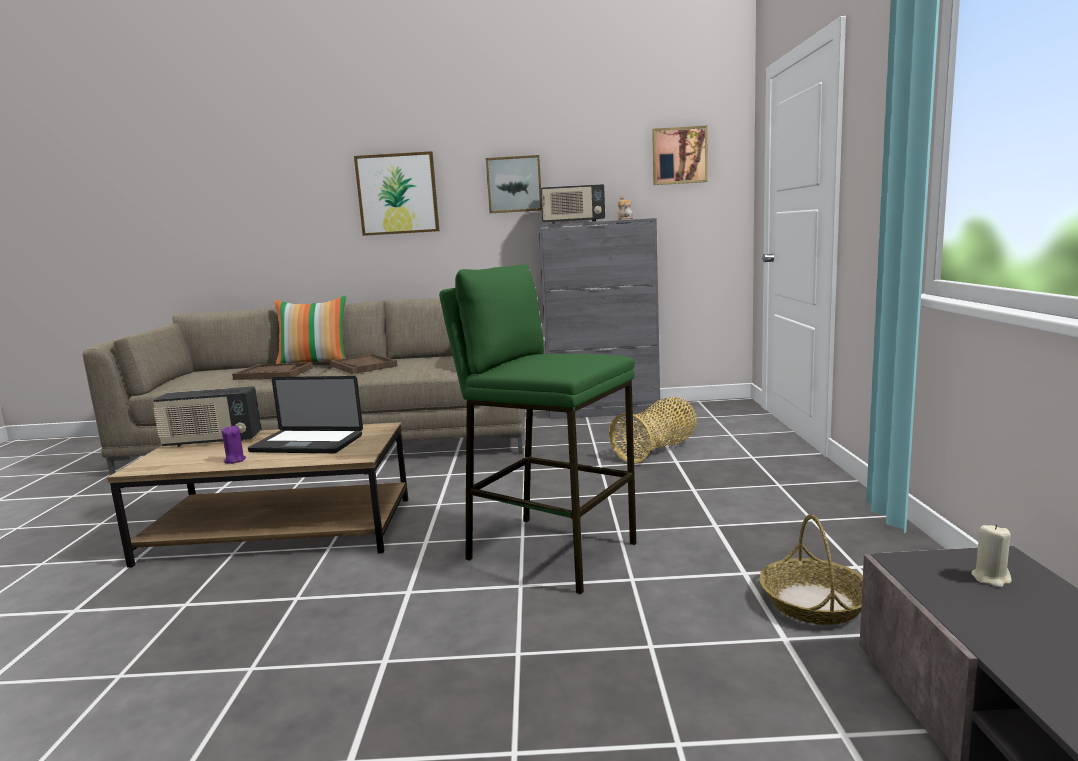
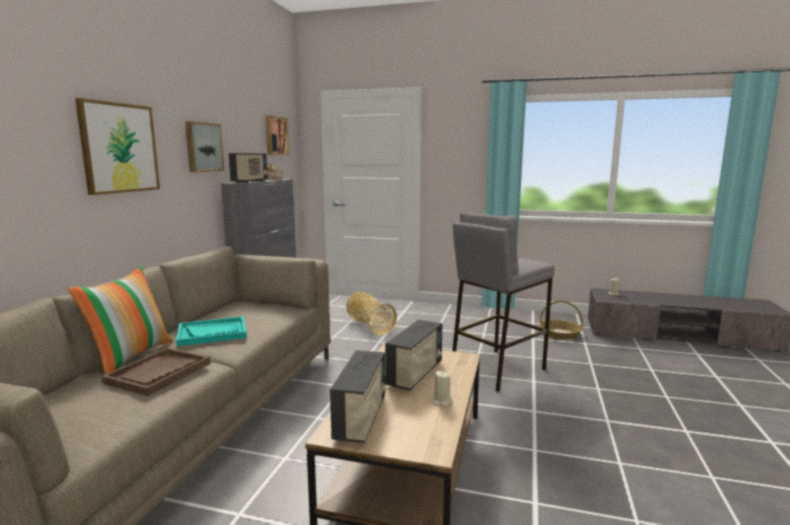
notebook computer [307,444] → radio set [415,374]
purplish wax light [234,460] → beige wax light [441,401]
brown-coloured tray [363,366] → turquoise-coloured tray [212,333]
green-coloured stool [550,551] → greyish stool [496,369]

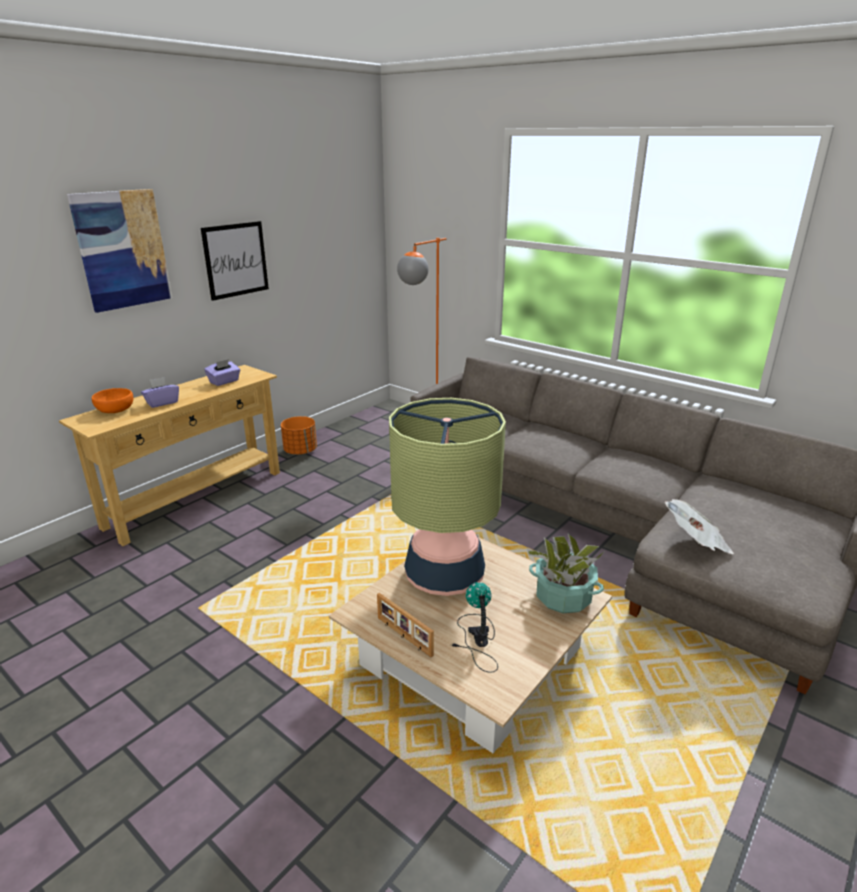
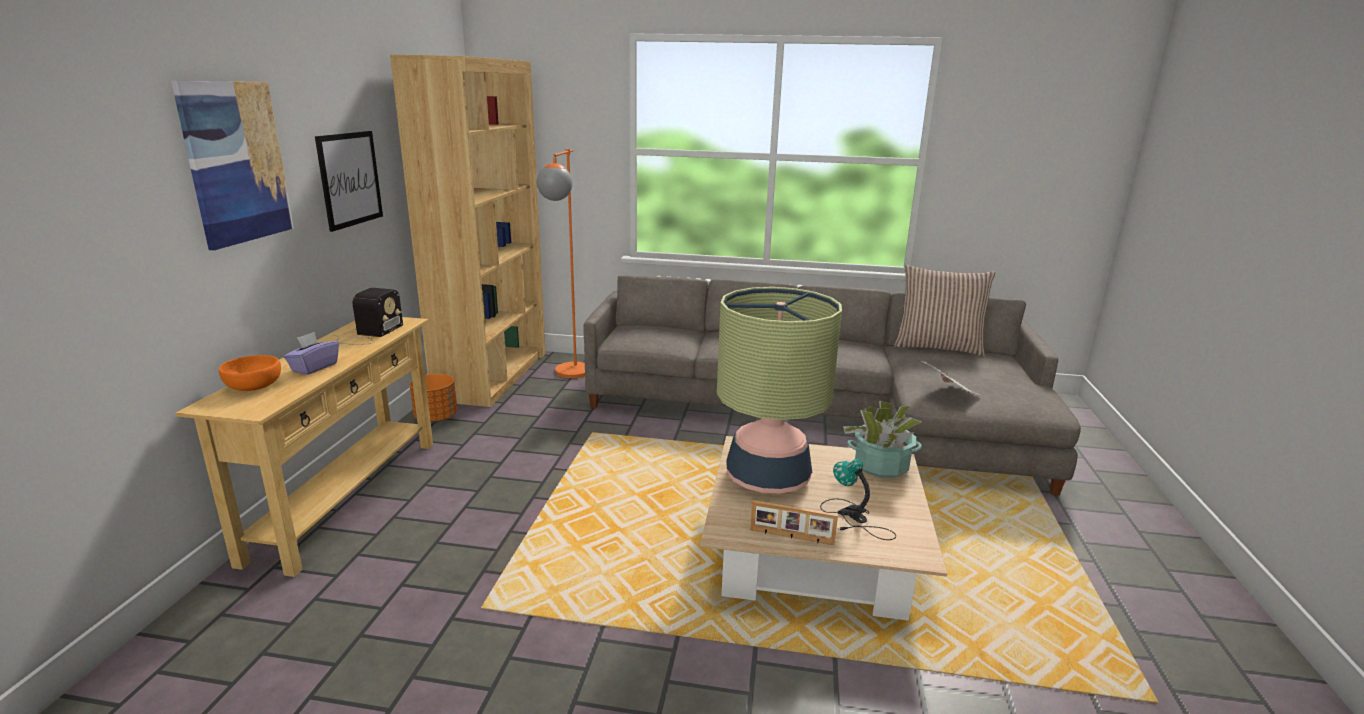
- → brown-coloured shelving unit [493,375]
- → cushion [938,347]
purplish box of tissues [224,382] → radio set [368,334]

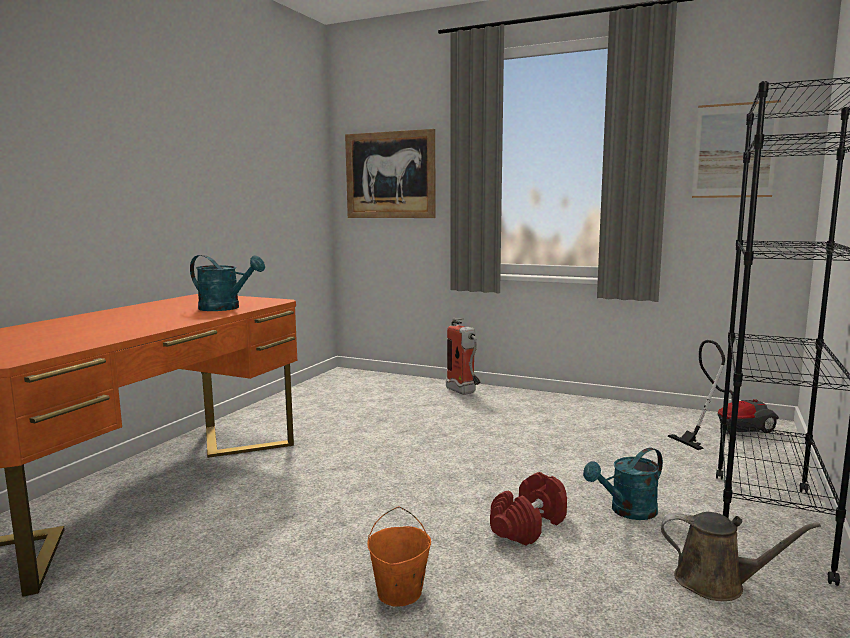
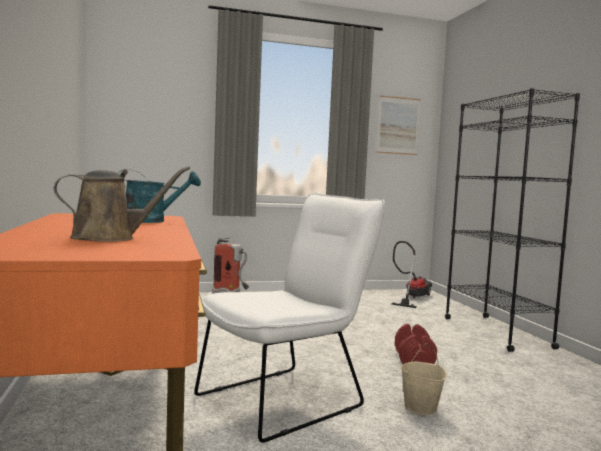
picture [390,175] → -
turquoise-coloured watering pot [627,511] → -
- → white-coloured upright chair [288,398]
brown-coloured watering pot [716,583] → brown-coloured watering pot [110,238], move
orange-coloured water bucket [399,593] → beige water bucket [421,408]

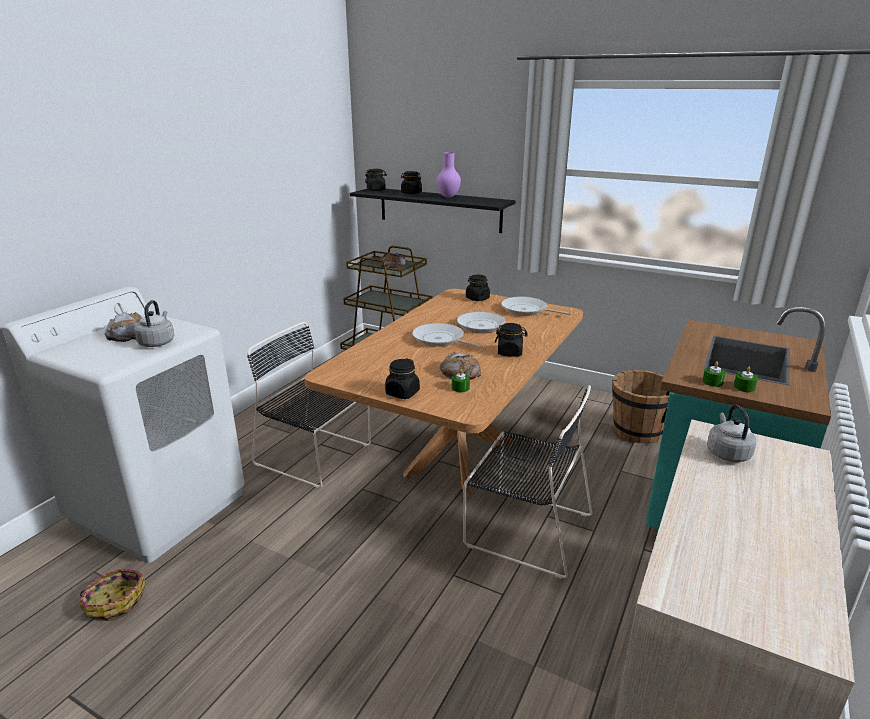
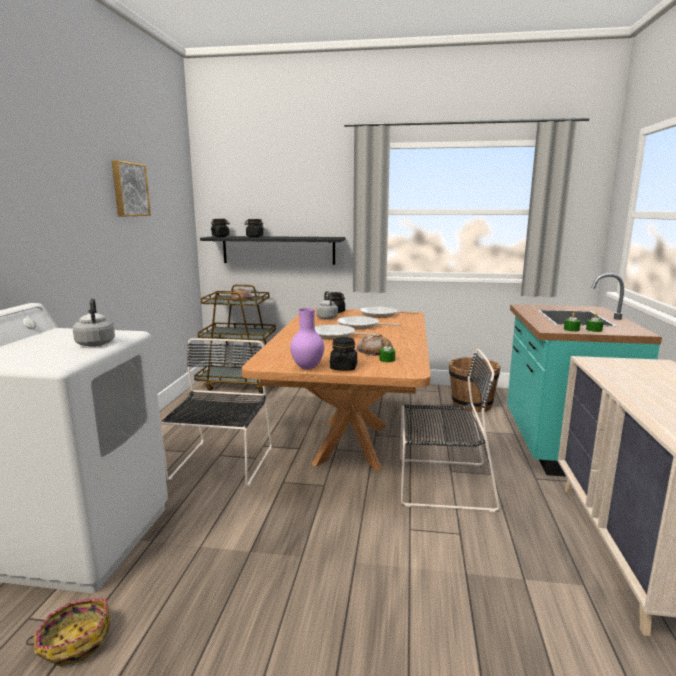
baked bread [128,334] → -
black preserve jar [510,352] → -
- → picture [129,189]
purplish decorative vase [449,197] → purplish decorative vase [308,367], move
greyish water kettle [727,453] → greyish water kettle [326,318], move
black upright chair [316,456] → black upright chair [221,465], 90 degrees clockwise

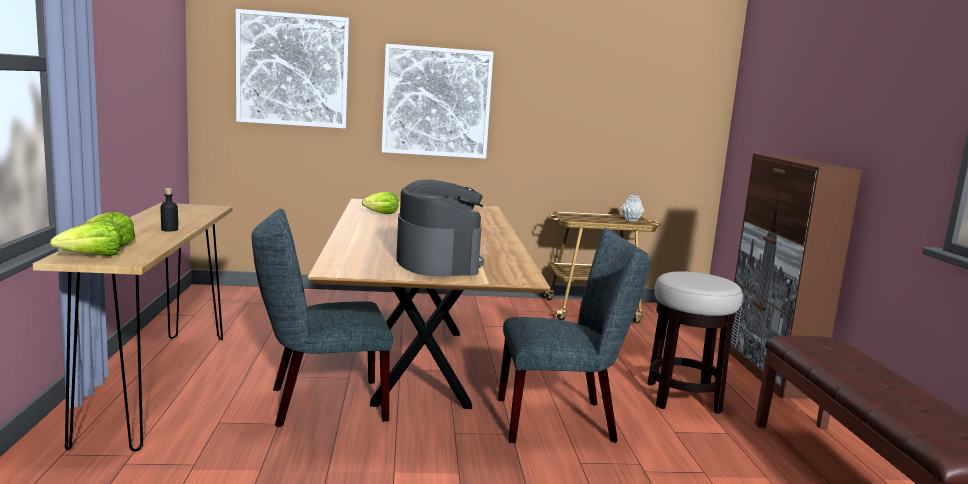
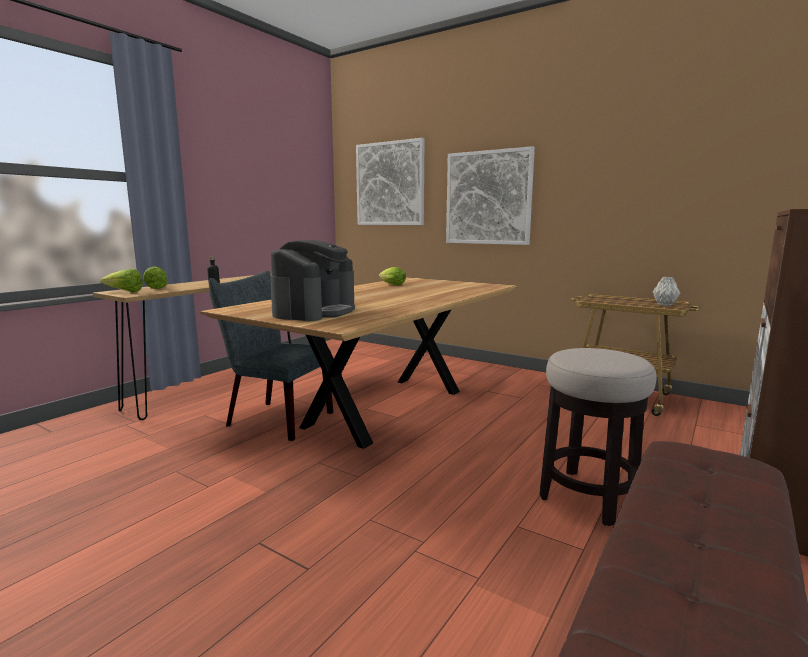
greyish upright chair [563,420] → -

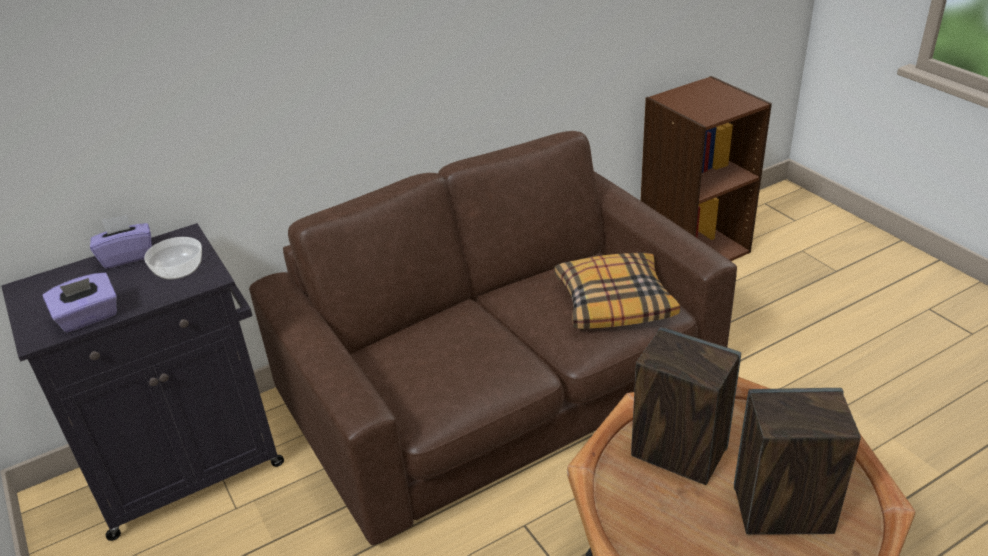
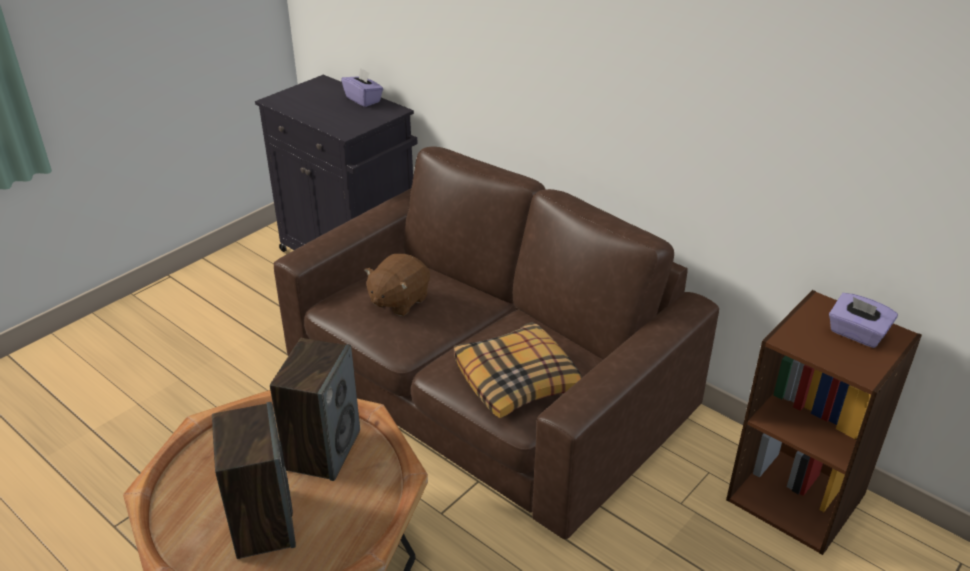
bowl [179,269] → -
- → brown-coloured cuddly toy [398,301]
purplish box of tissues [89,317] → purplish box of tissues [856,334], move

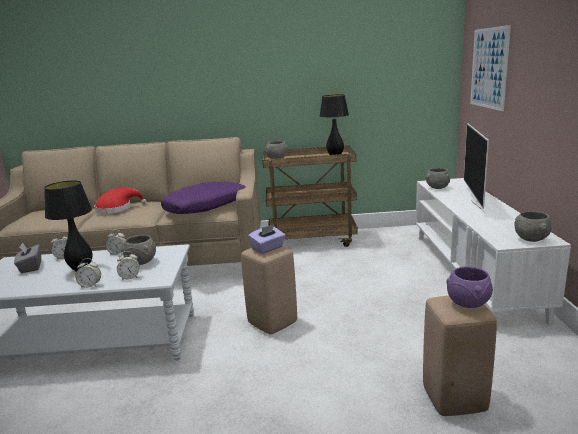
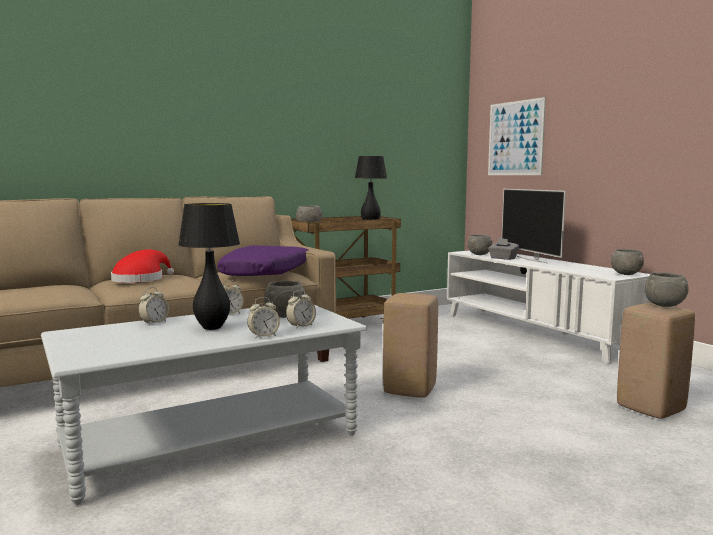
purplish box of tissues [268,248] → -
greyish box of tissues [30,267] → greyish box of tissues [502,258], move
purplish bowl [468,304] → greyish bowl [664,306]

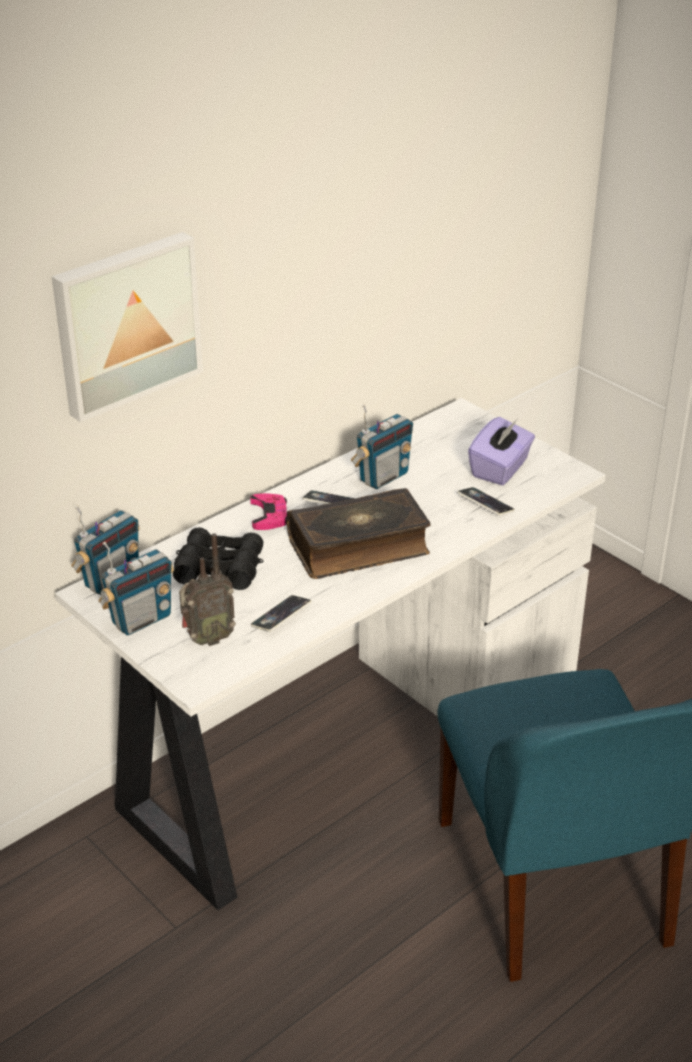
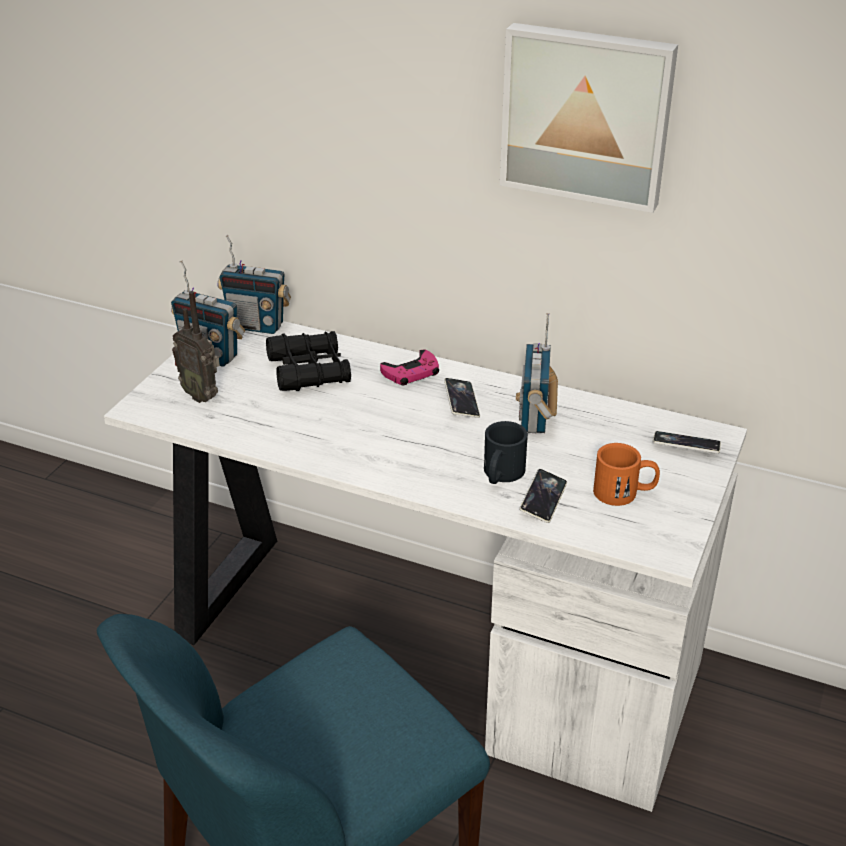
book [359,547] → -
- → black coffee mug [501,475]
picture [125,323] → picture [587,115], move
phone [281,617] → phone [686,446], move
purplish box of tissues [500,469] → orange-coloured coffee mug [624,492]
radio set [383,477] → radio set [535,418], 75 degrees clockwise

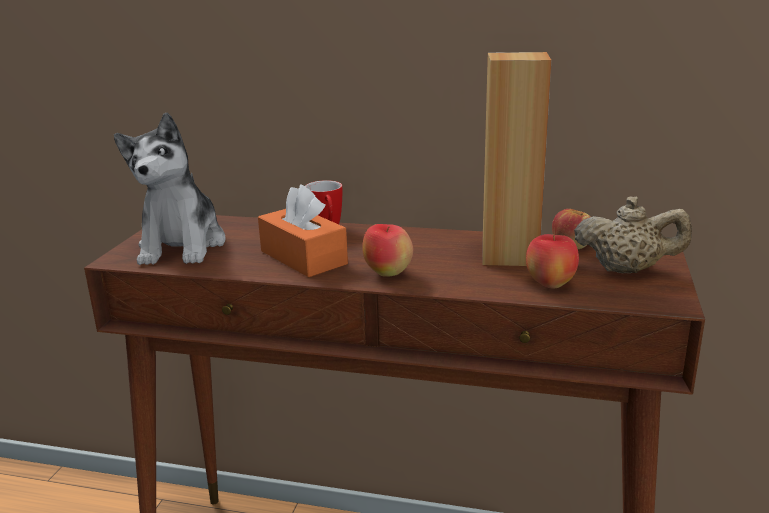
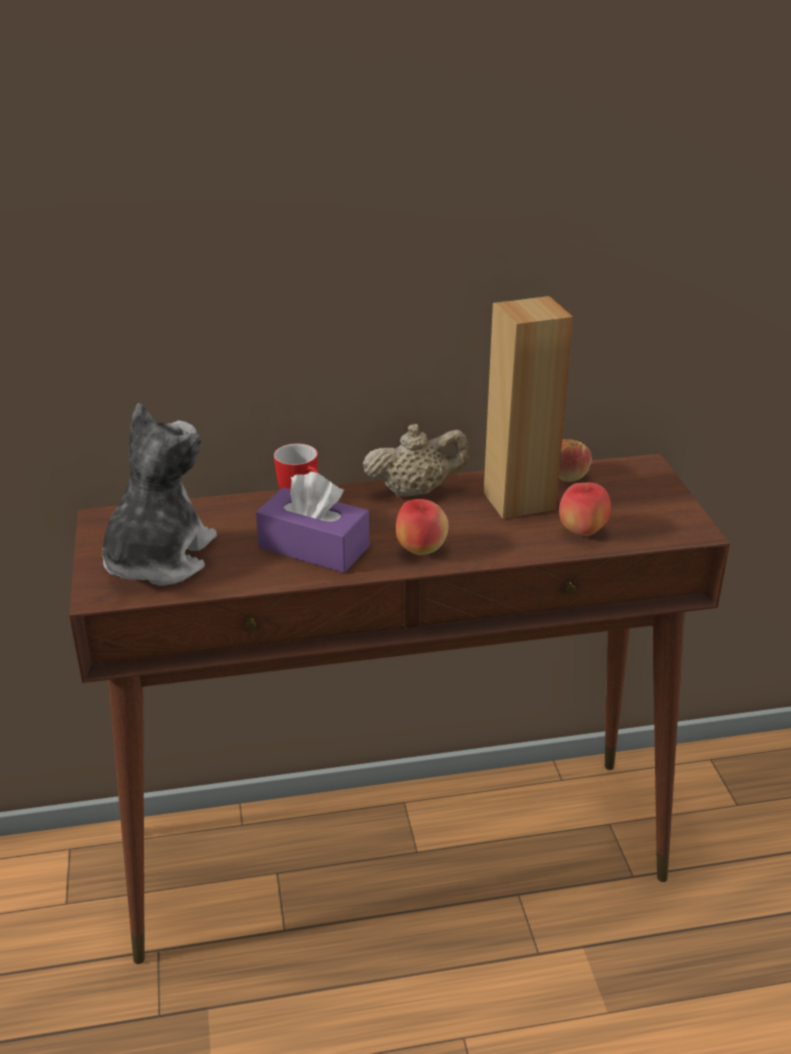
beige teapot [627,270] → beige teapot [415,491], move
orange-coloured box of tissues [303,257] → purplish box of tissues [314,547]
cuddly toy [182,246] → cuddly toy [157,559], 135 degrees counterclockwise

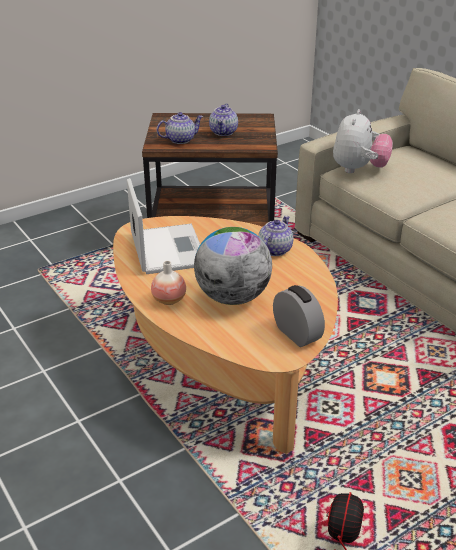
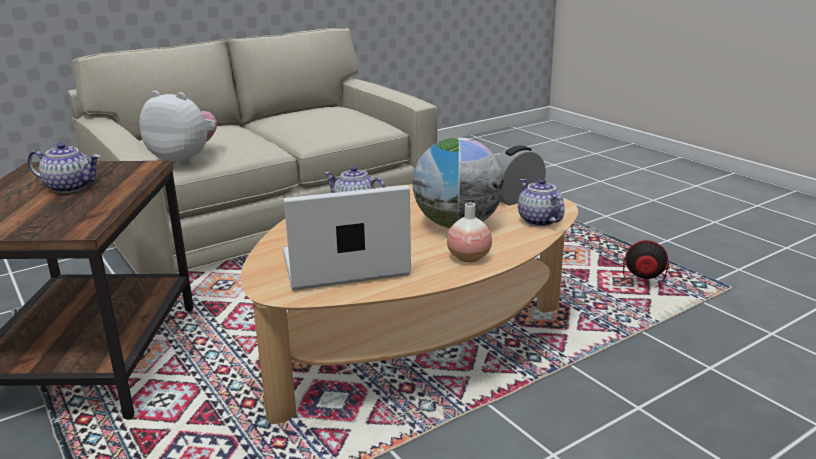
teapot [180,140] → teapot [538,220], move

